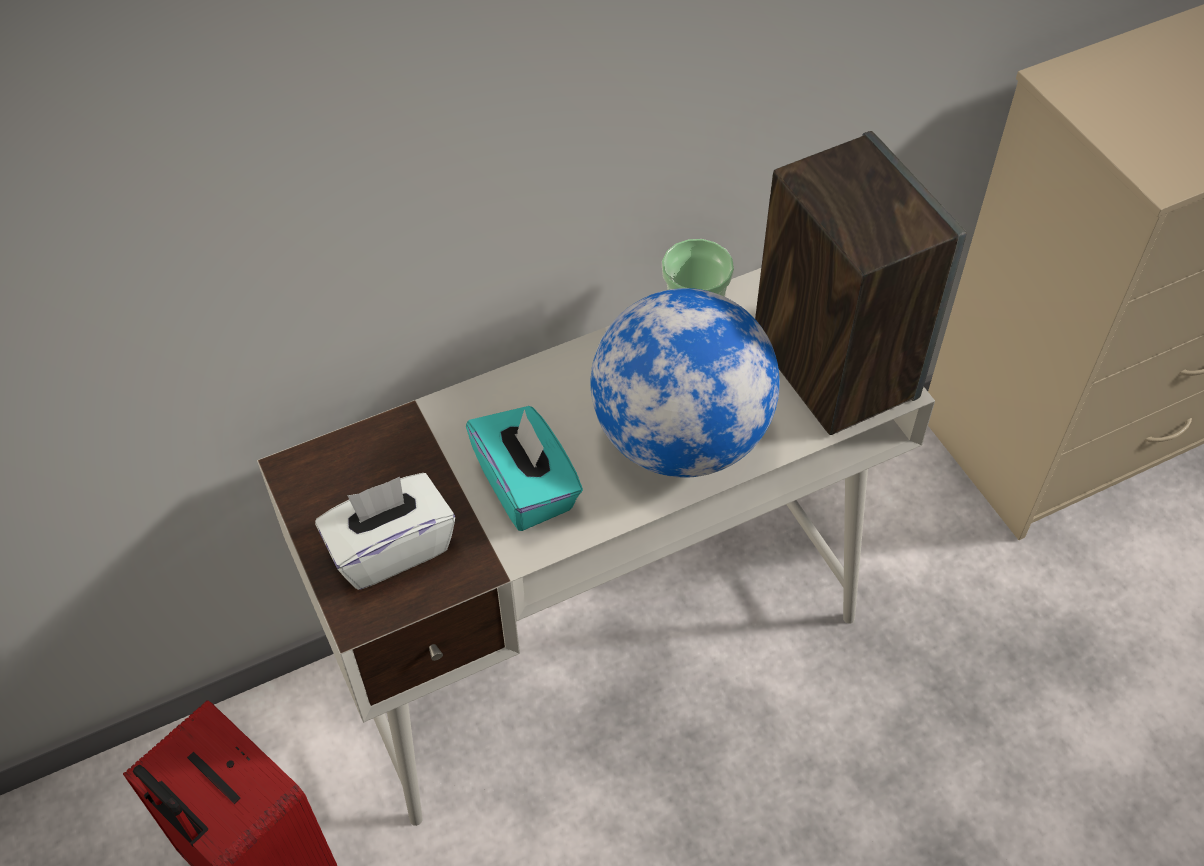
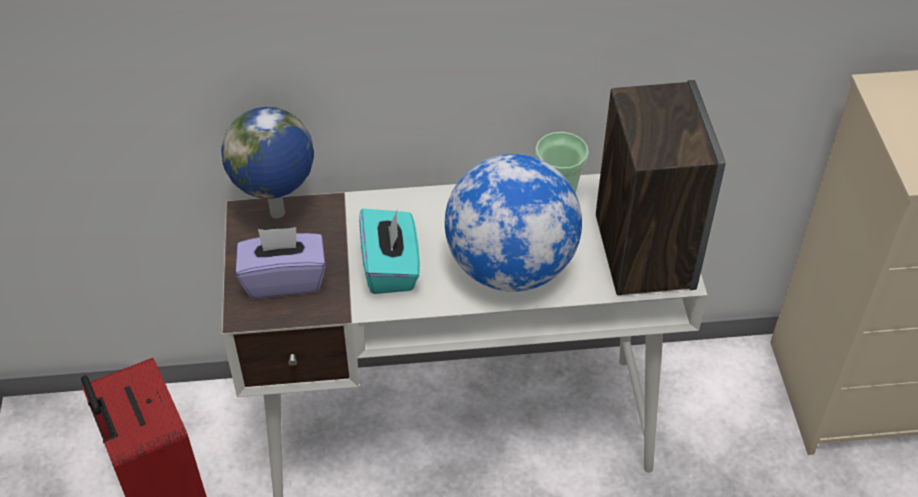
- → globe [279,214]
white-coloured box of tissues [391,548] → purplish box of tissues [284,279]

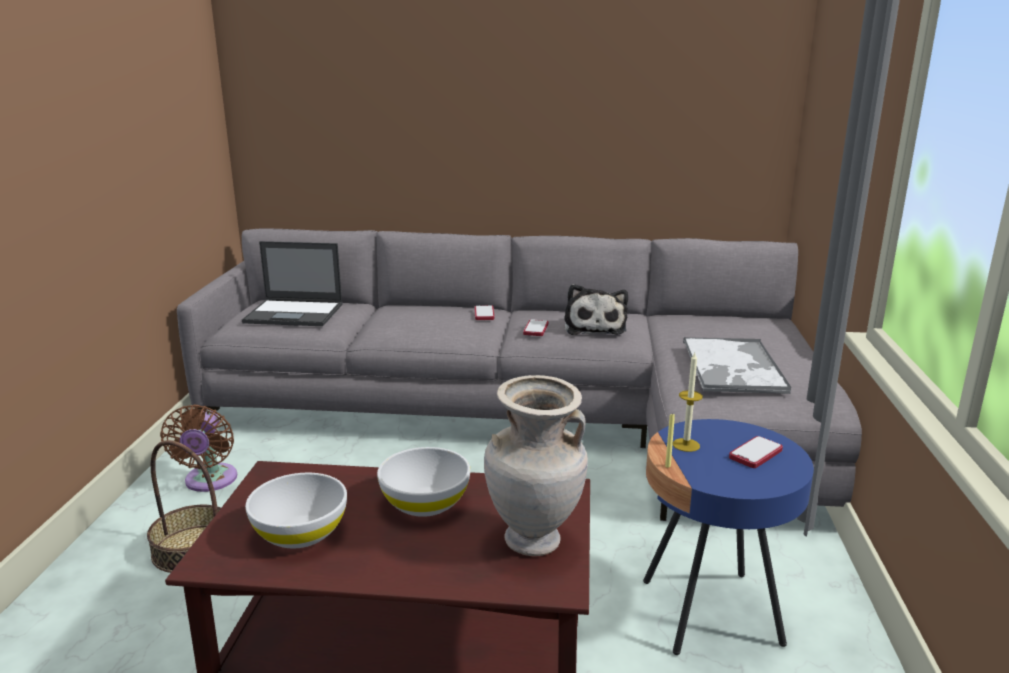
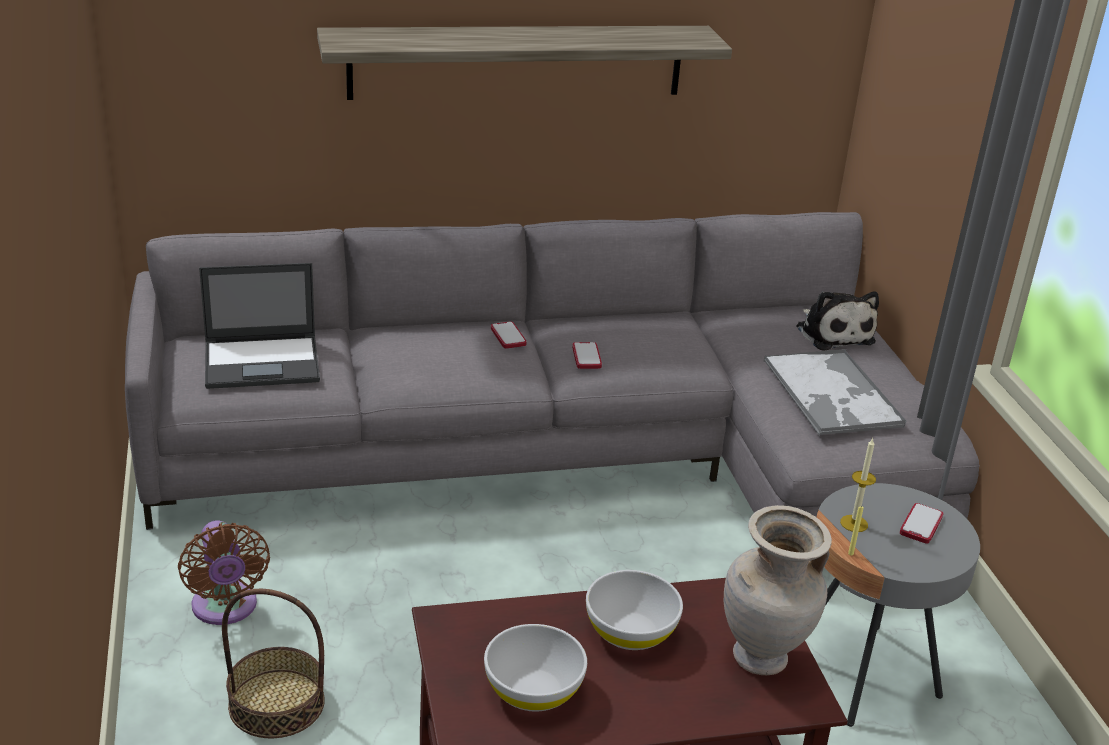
- → bracket shelf [517,61]
cuddly toy [594,327] → cuddly toy [833,333], move
blue-coloured end table [710,612] → greyish end table [863,674]

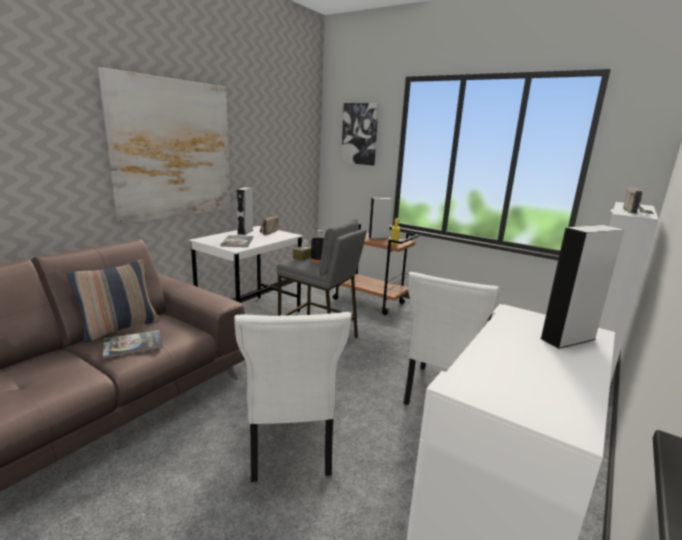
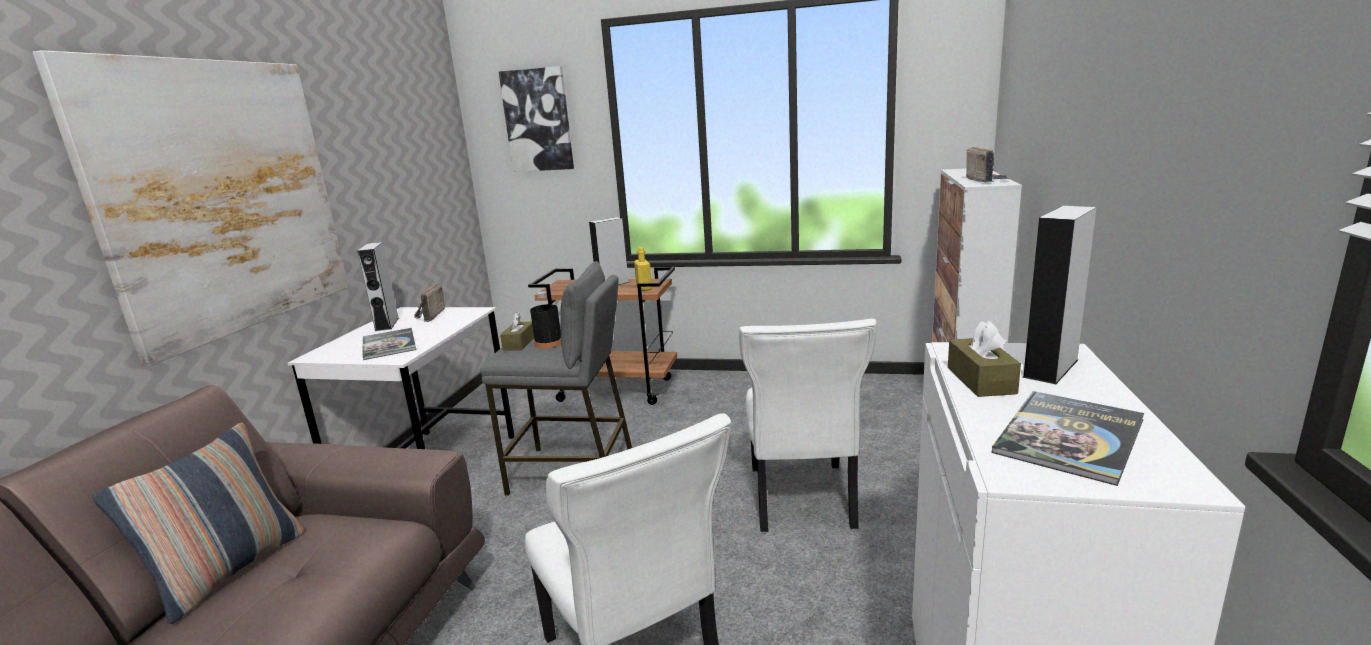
- → brown-coloured box of tissues [981,380]
book [133,344] → book [1069,436], move

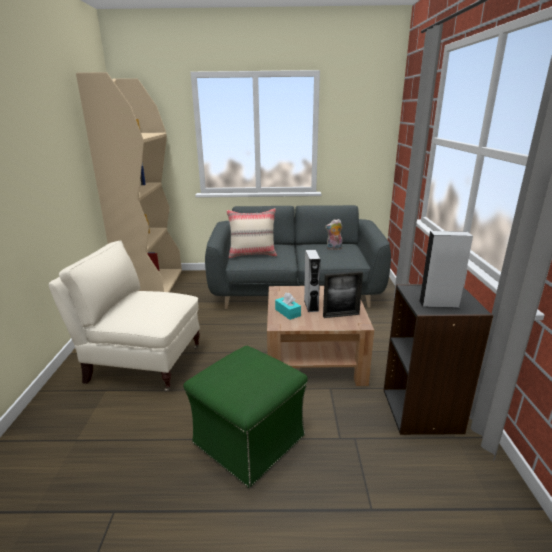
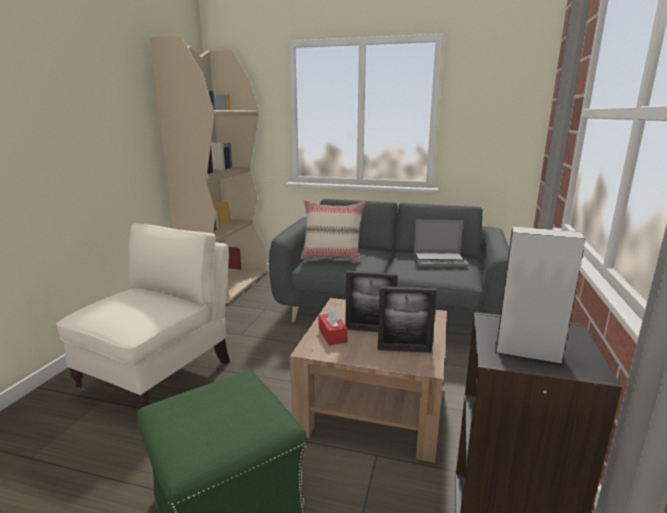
greyish speaker [311,305] → photo frame [369,330]
cuddly toy [334,248] → notebook computer [440,261]
turquoise-coloured box of tissues [287,312] → reddish box of tissues [332,335]
beige easy chair [142,363] → beige easy chair [161,374], 90 degrees clockwise

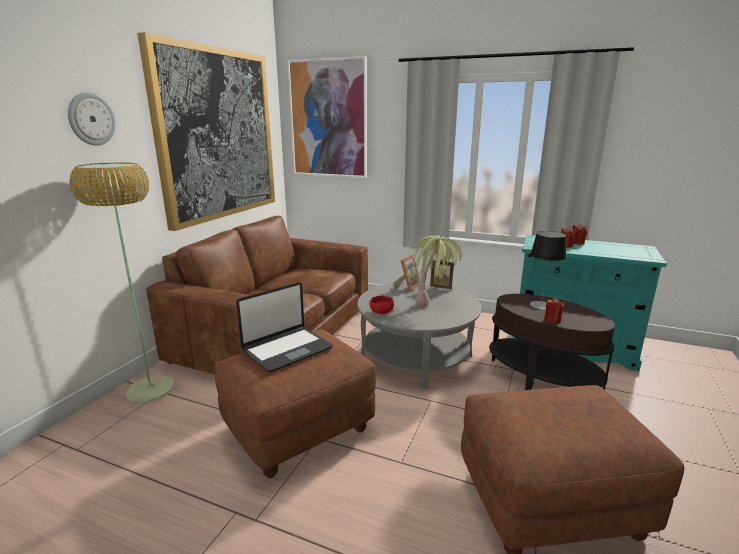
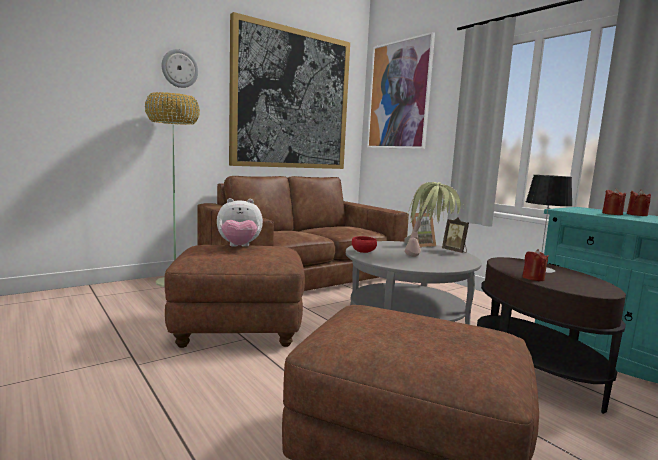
notebook computer [286,349] → cuddly toy [239,247]

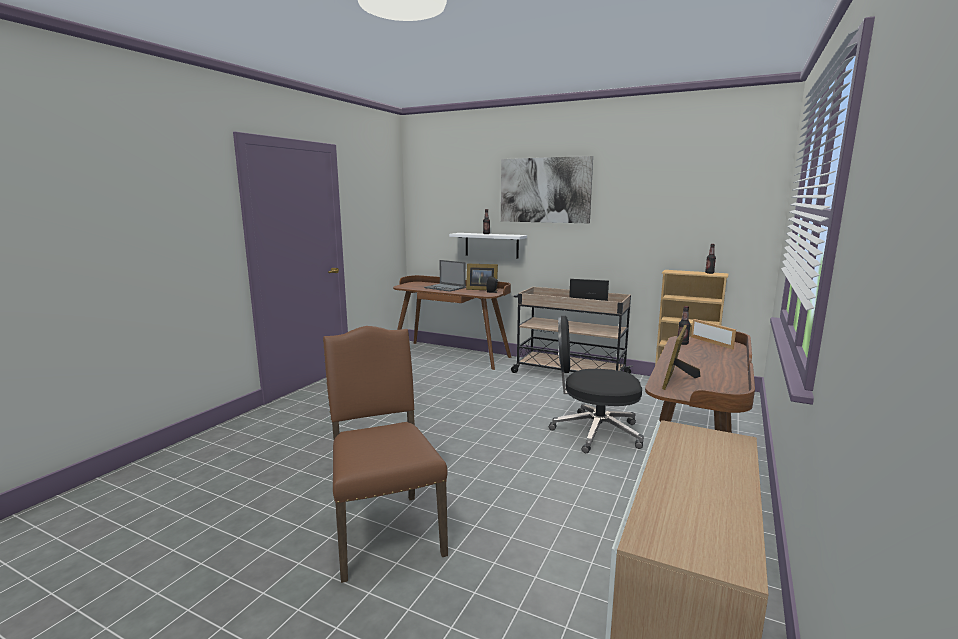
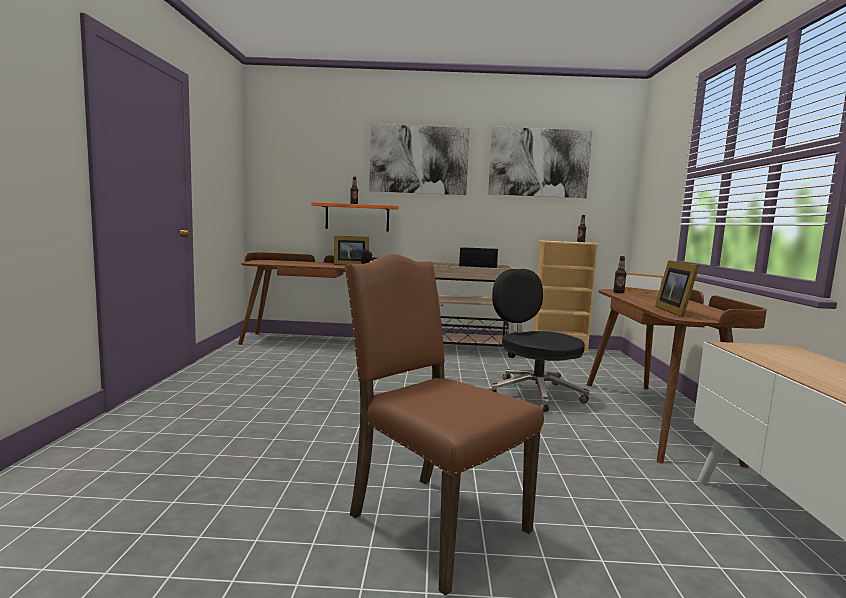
notebook computer [445,288] → -
- → picture [539,162]
white-coloured bracket shelf [491,245] → orange-coloured bracket shelf [357,217]
black desk chair [594,432] → black desk chair [534,393], 75 degrees clockwise

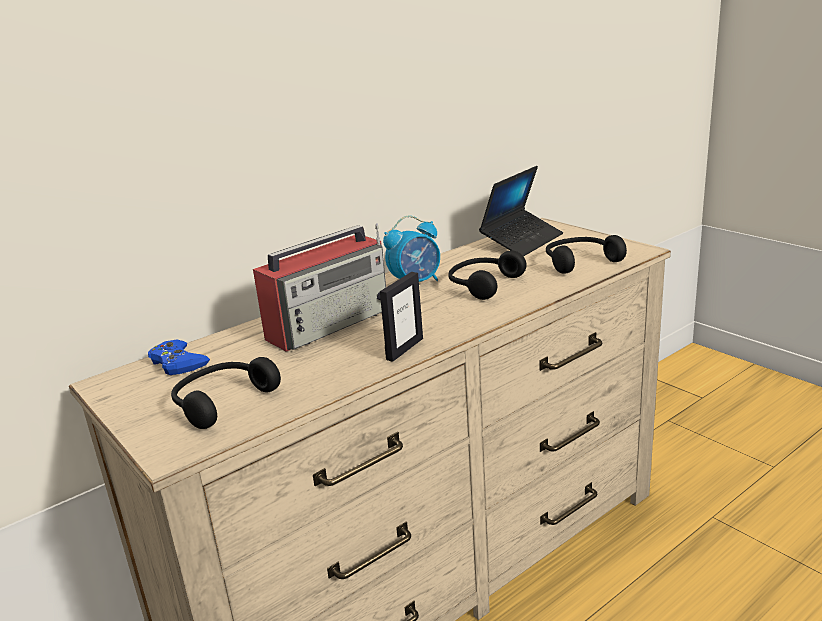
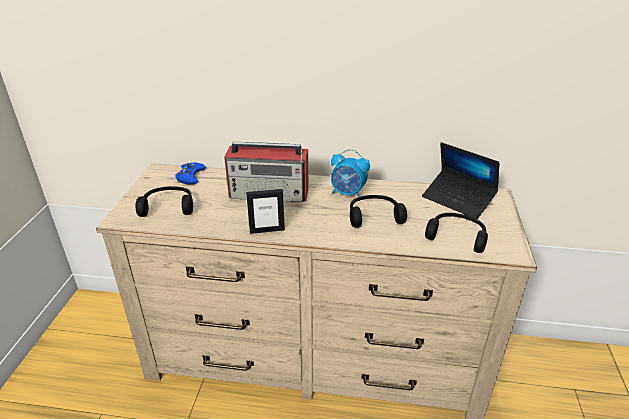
notebook computer [522,241] → notebook computer [458,199], 45 degrees clockwise

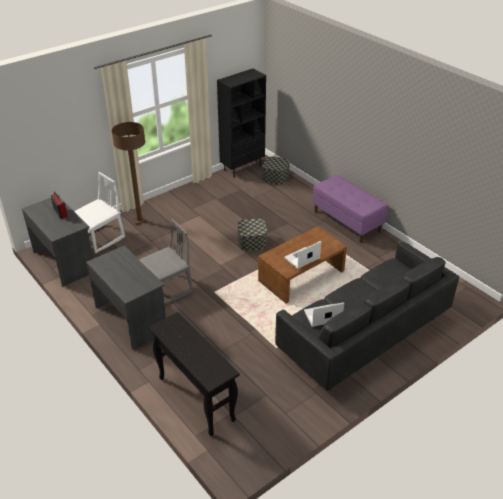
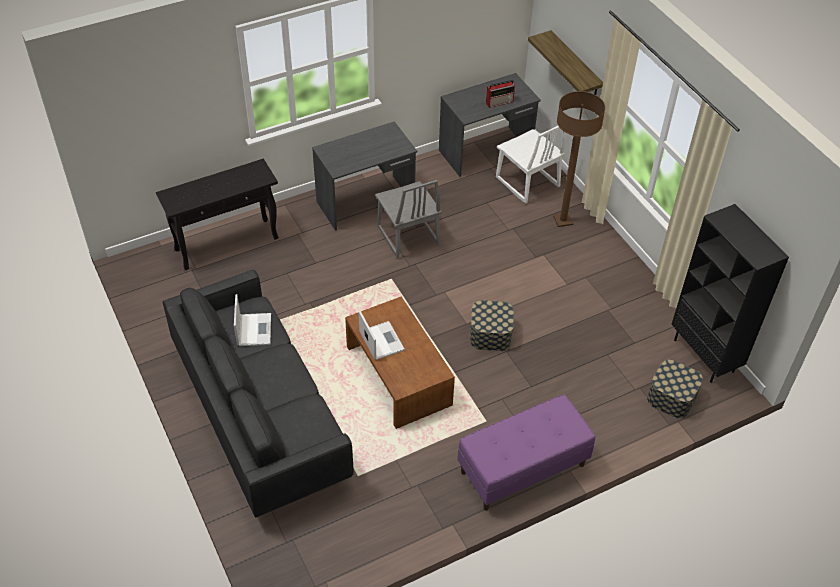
- → bracket shelf [575,66]

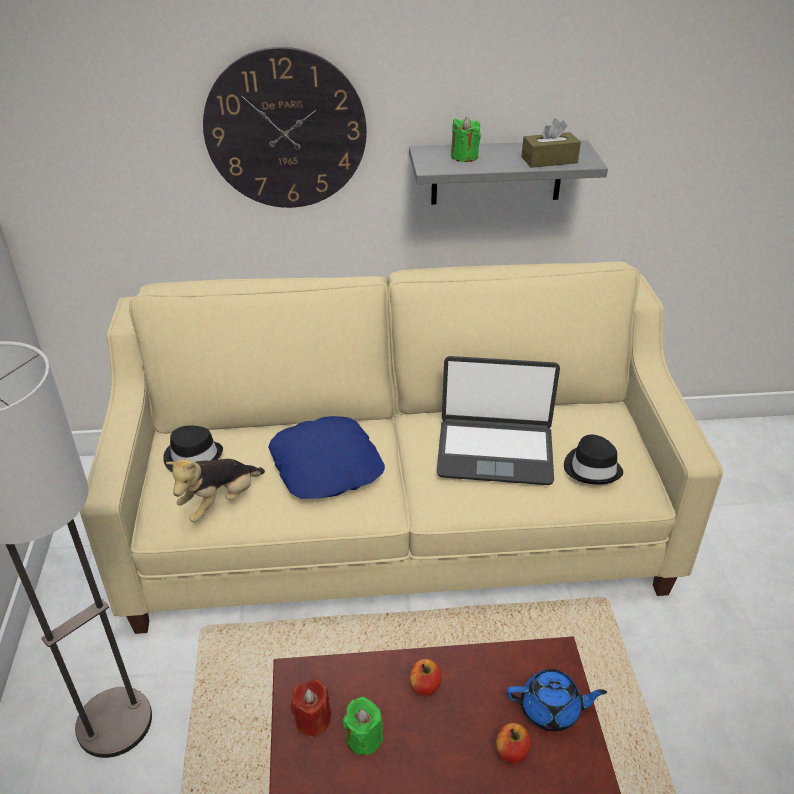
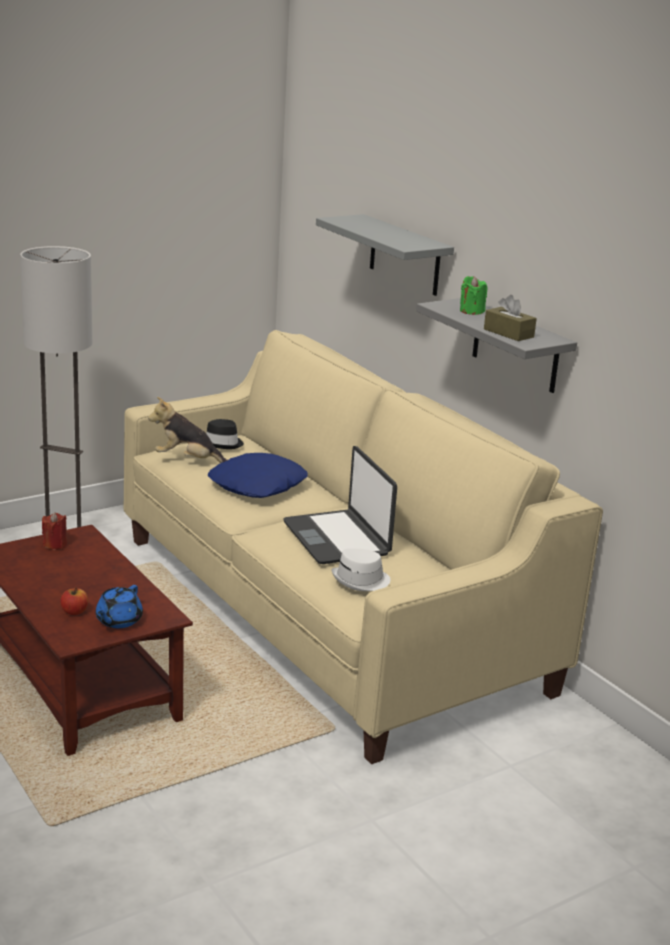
green-coloured wax light [363,738] → -
whole apple [425,686] → -
clock on the wall [285,130] → greyish bracket shelf [405,255]
black hat [592,468] → white-coloured hat [361,580]
blue-coloured teapot [551,709] → blue-coloured teapot [118,621], 45 degrees clockwise

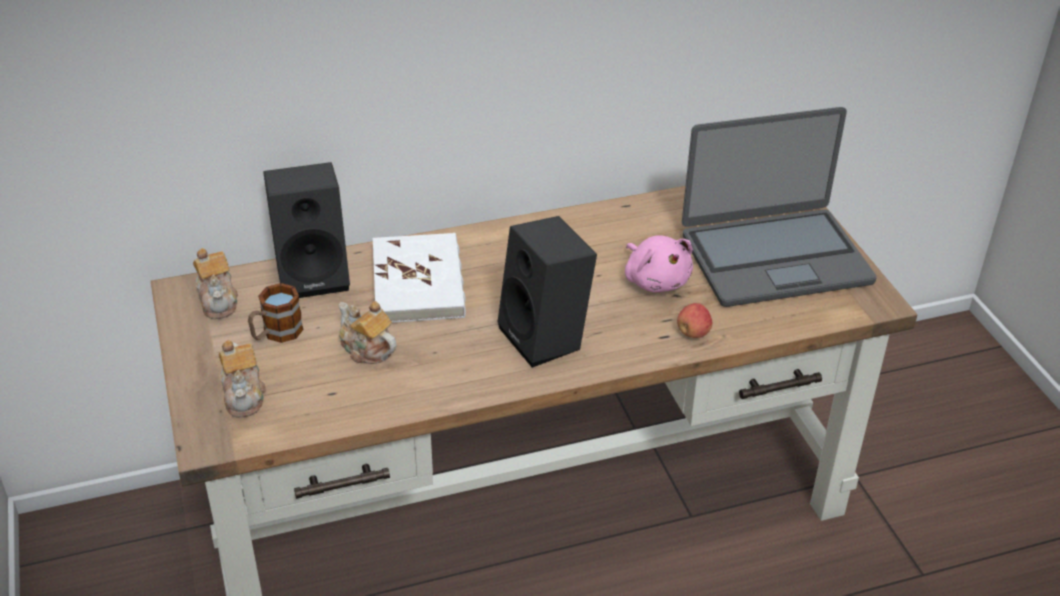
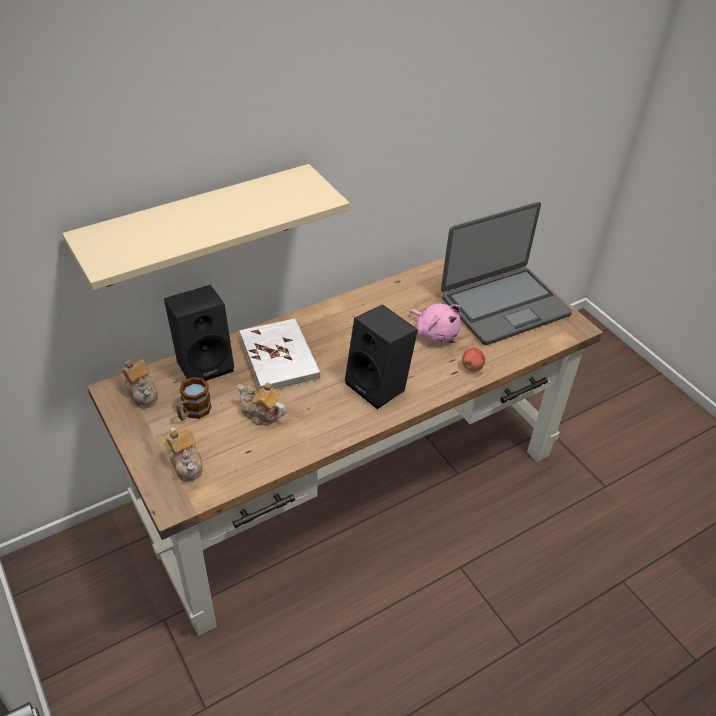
- → beige bracket shelf [197,226]

